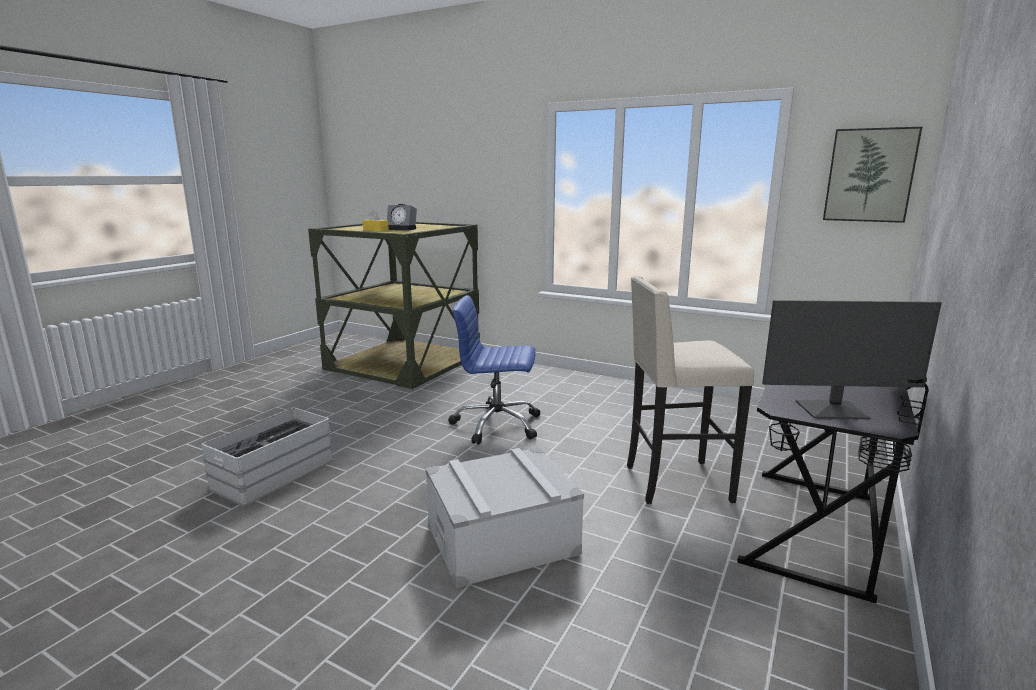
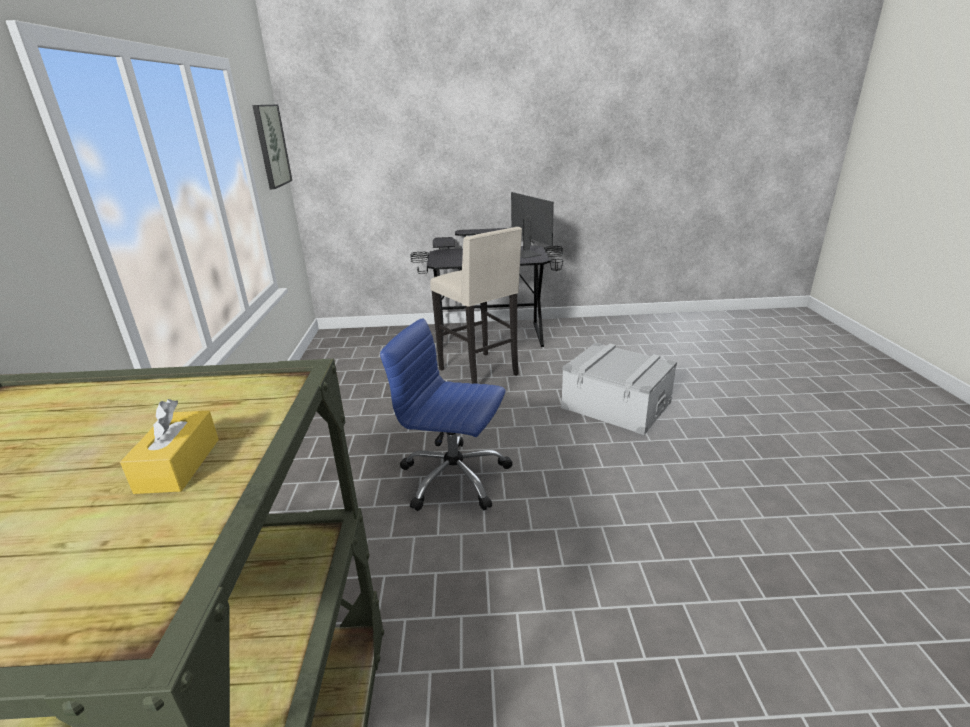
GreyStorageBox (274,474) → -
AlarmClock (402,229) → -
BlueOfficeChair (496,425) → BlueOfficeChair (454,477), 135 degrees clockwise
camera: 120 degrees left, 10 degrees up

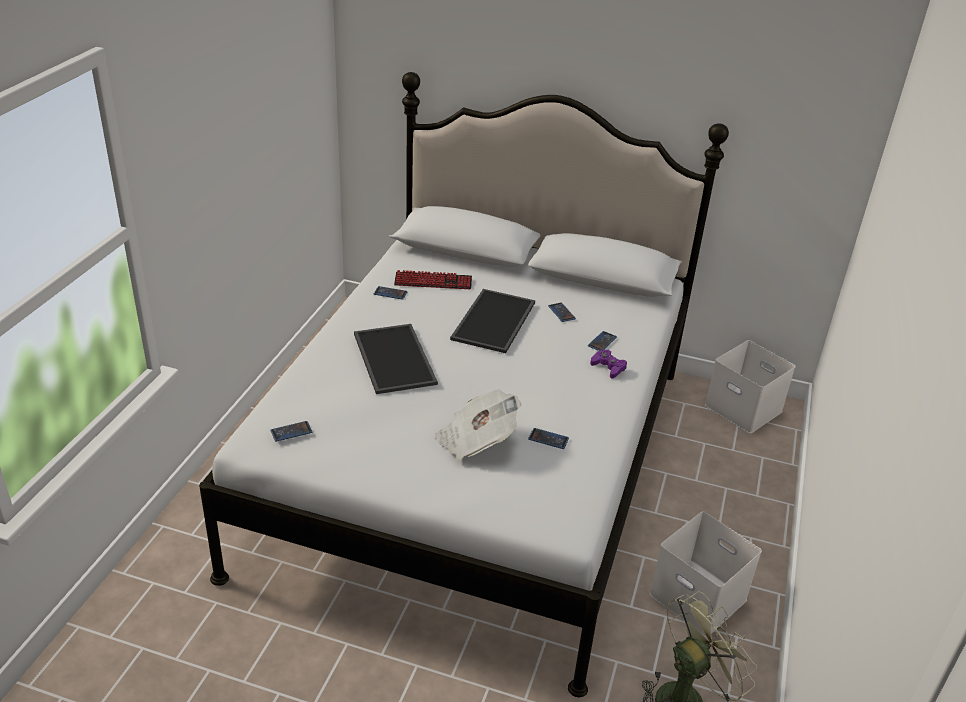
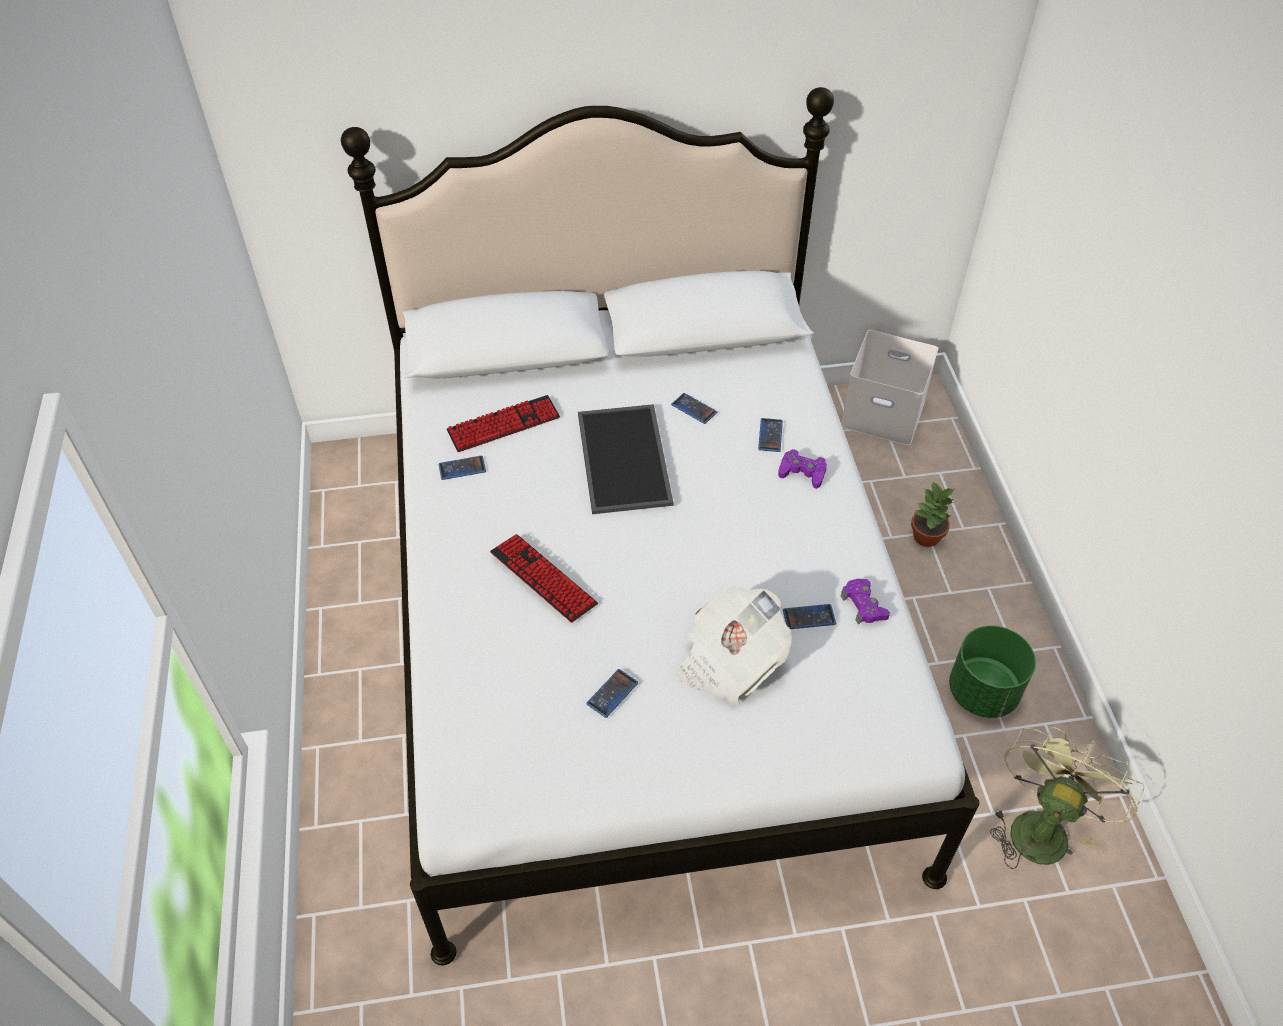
Phone (291,431) → Phone (612,693), moved
Tray (392,358) → Keyboard (543,579)
WhiteStorageBox (700,597) → GreenPlanter (983,692)
- → PurpleGameController (864,606)
- → PottedPlant (926,537)
camera: 25 degrees left, 15 degrees up

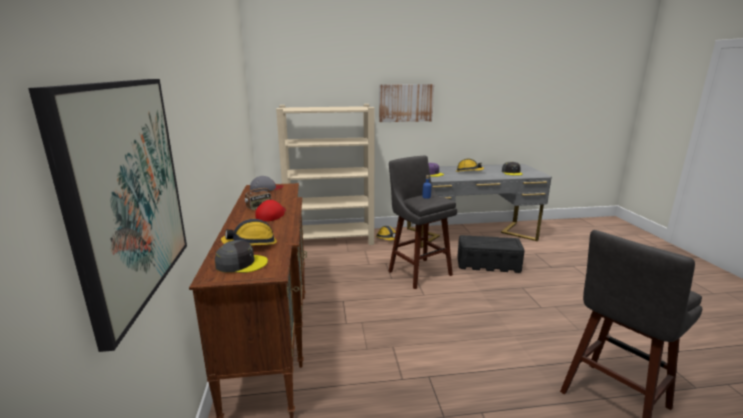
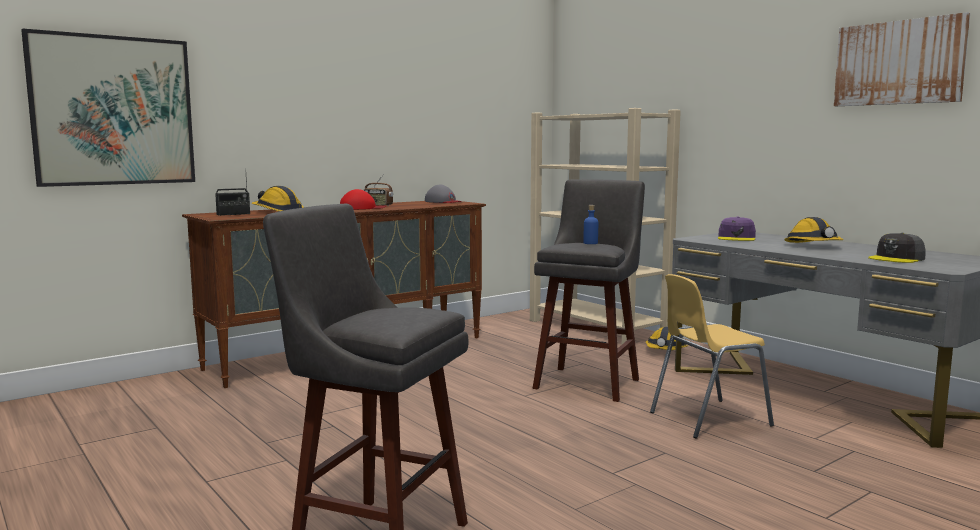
GreyCap (241,263) → Radio (233,214)
Picture (406,103) → Picture (898,63), moved
BlackStorageBox (487,264) → YellowChair (708,419)
camera: 60 degrees right, 10 degrees down

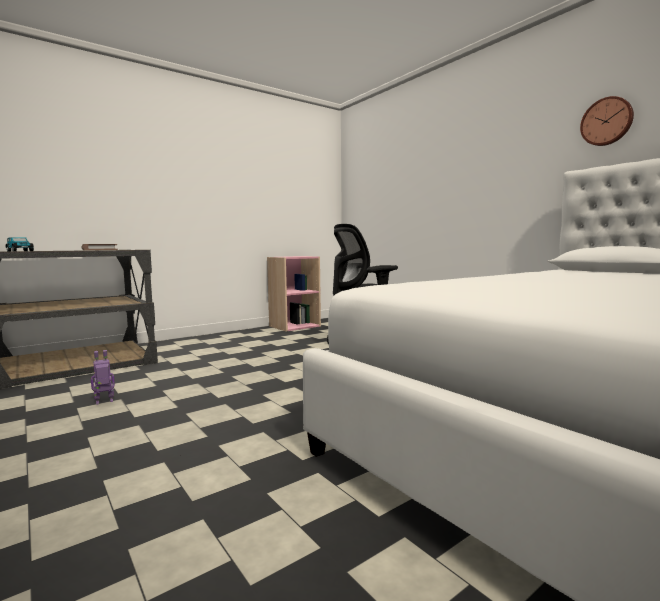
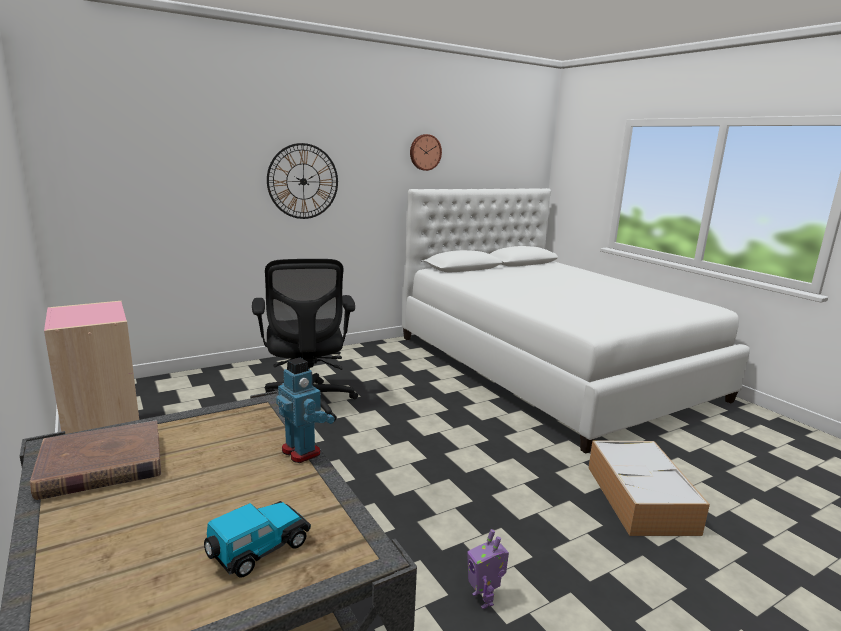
- → WallClock (303,181)
- → ToyRobot (302,451)
- → StorageBox (641,499)
camera: 85 degrees left, 10 degrees up

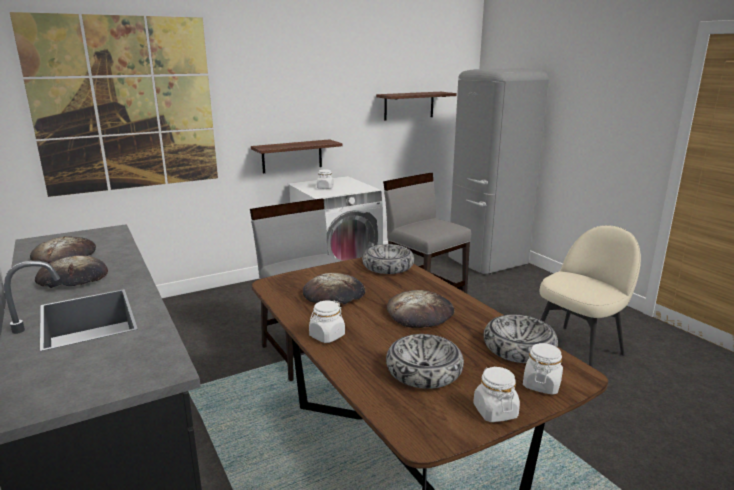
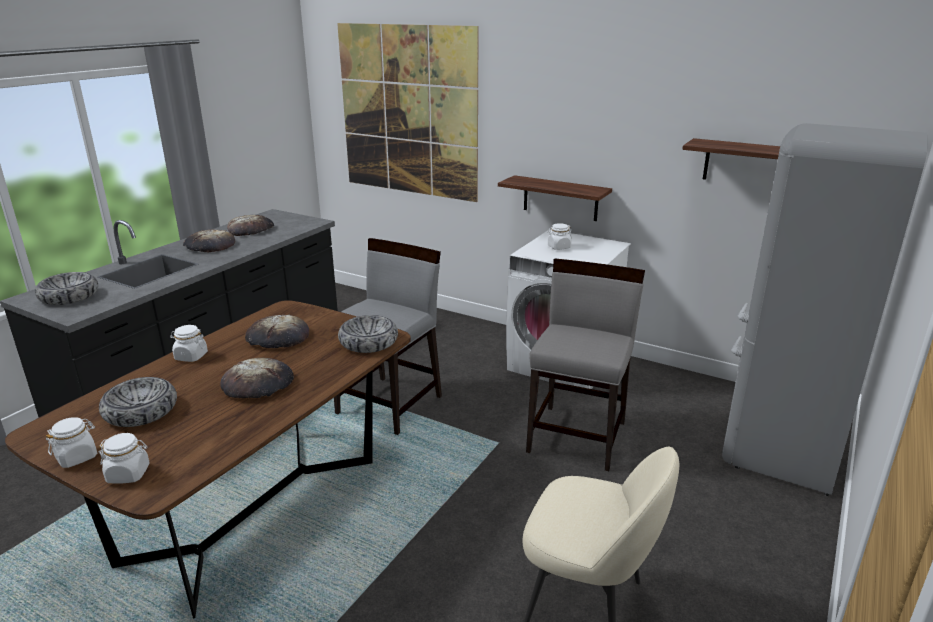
Bowl (518,348) → Bowl (69,296), moved
camera: 60 degrees right, 5 degrees up

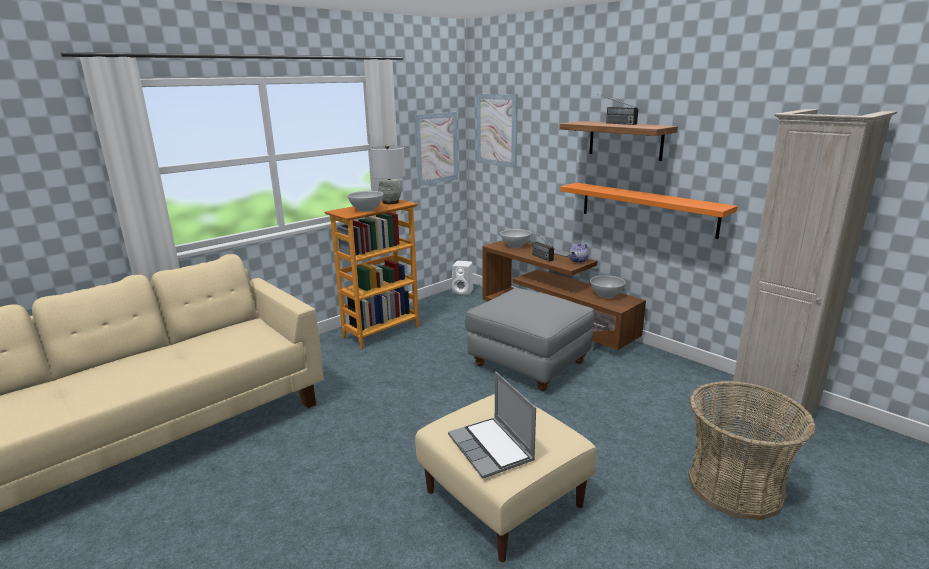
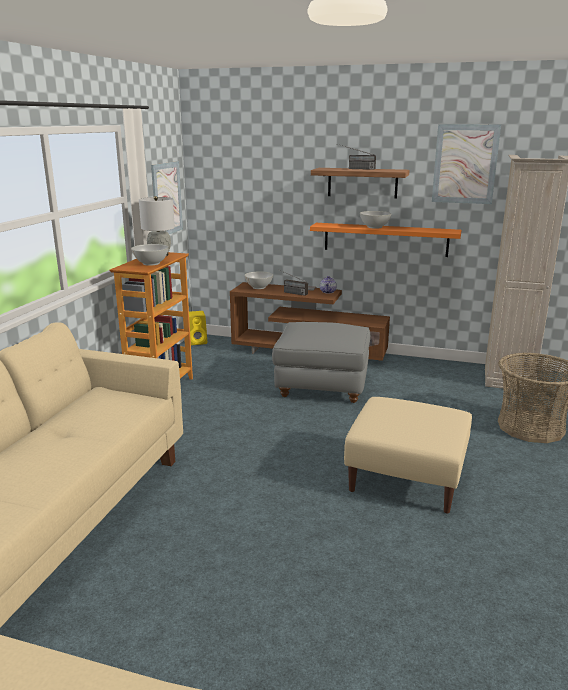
Laptop (492,448) → -
WhiteSpeaker (463,291) → YellowSpeaker (198,342)
Picture (497,130) → Picture (465,164), moved
WhiteBowl (606,295) → WhiteBowl (374,227), moved
camera: 30 degrees left, 0 degrees up

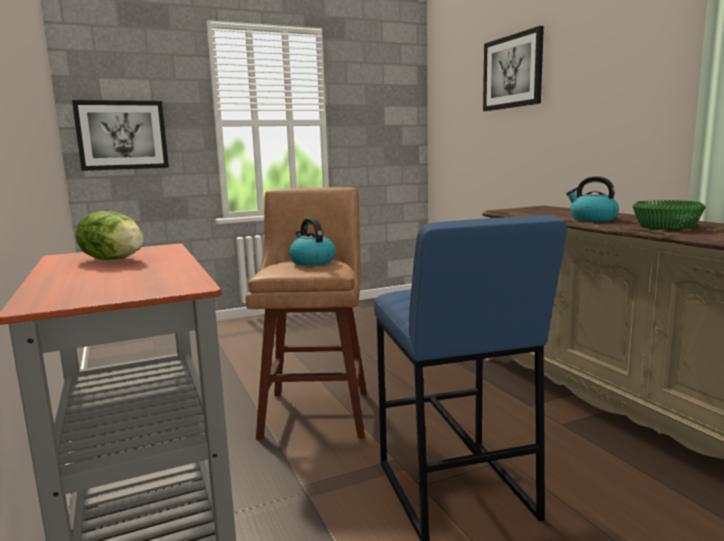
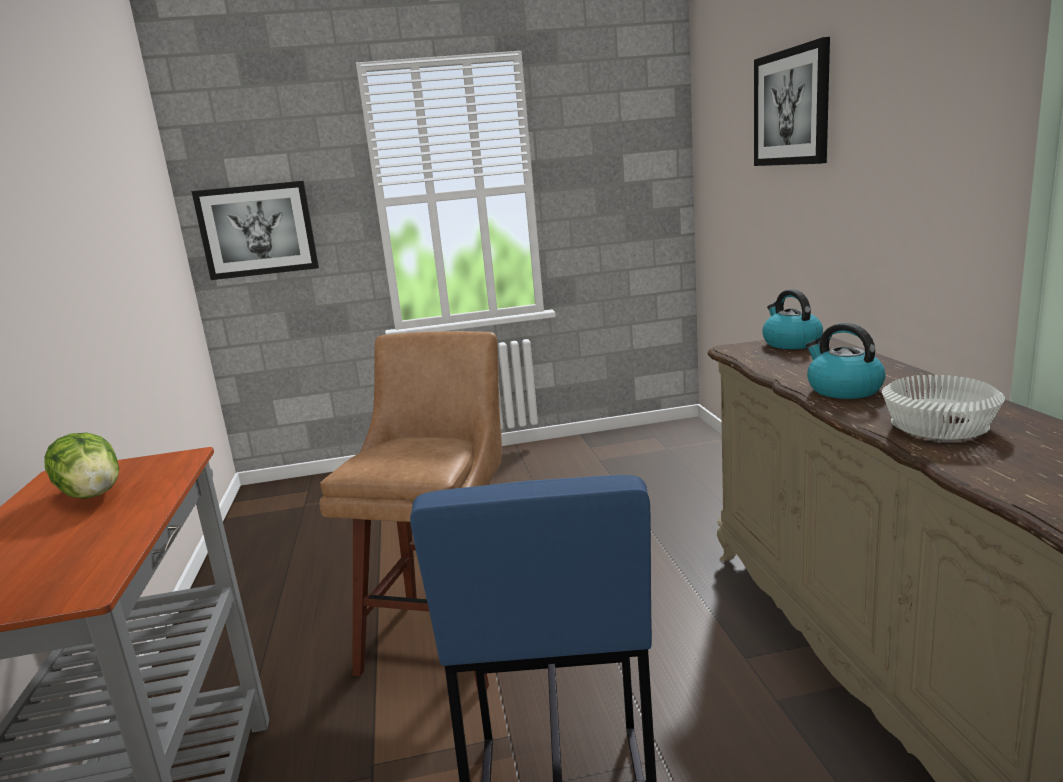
Kettle (312,262) → Kettle (790,343), moved
GreenBowl (666,226) → WhiteBowl (940,425)
camera: 15 degrees right, 5 degrees up

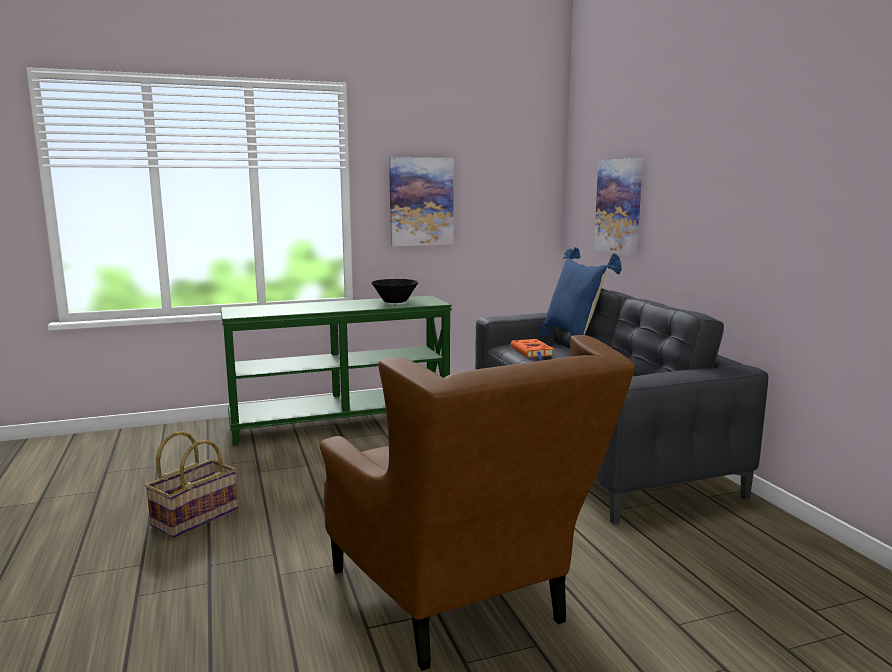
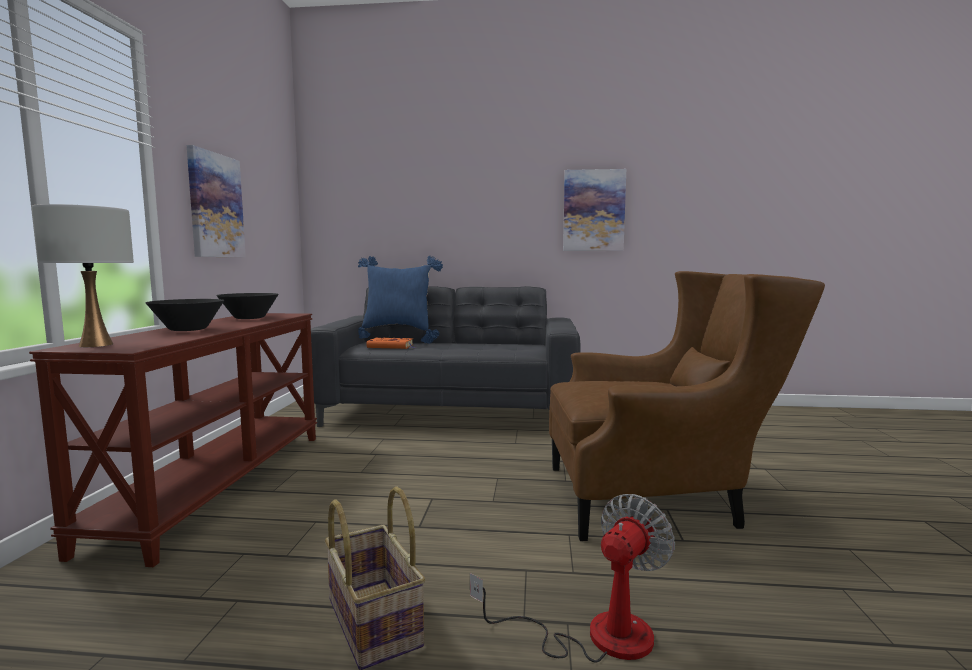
GreenConsoleTable (342,421) → BrownConsoleTable (219,484)
Picture (619,206) → Picture (593,211), moved
- → WhiteTableLamp (96,345)
- → BlackBowl (188,329)
- → Fan (596,635)
camera: 65 degrees left, 5 degrees down

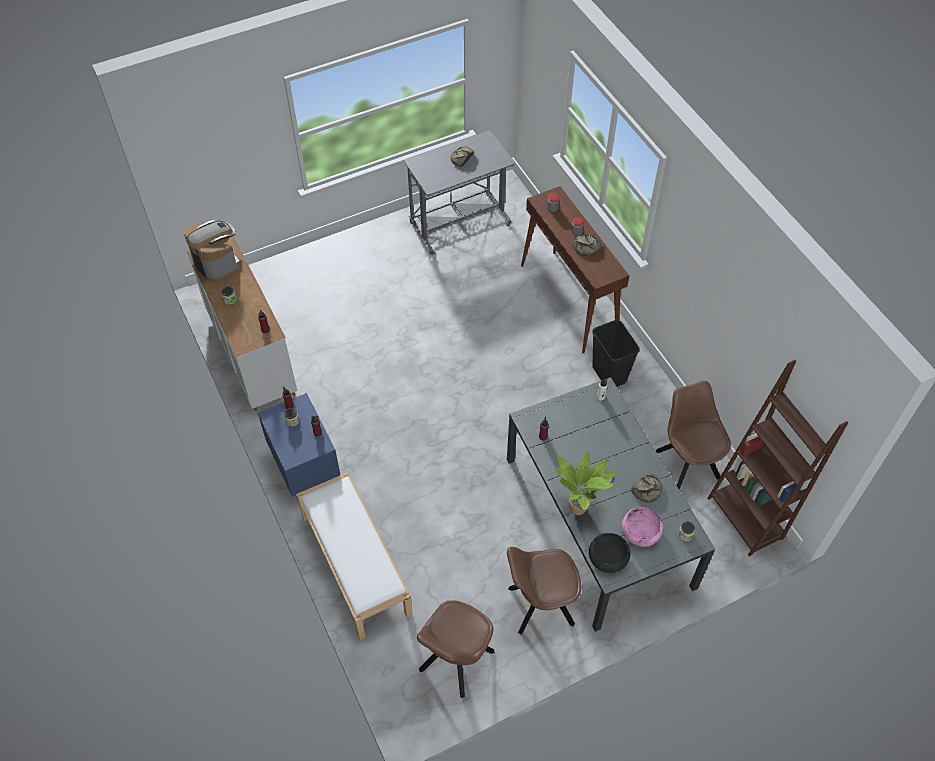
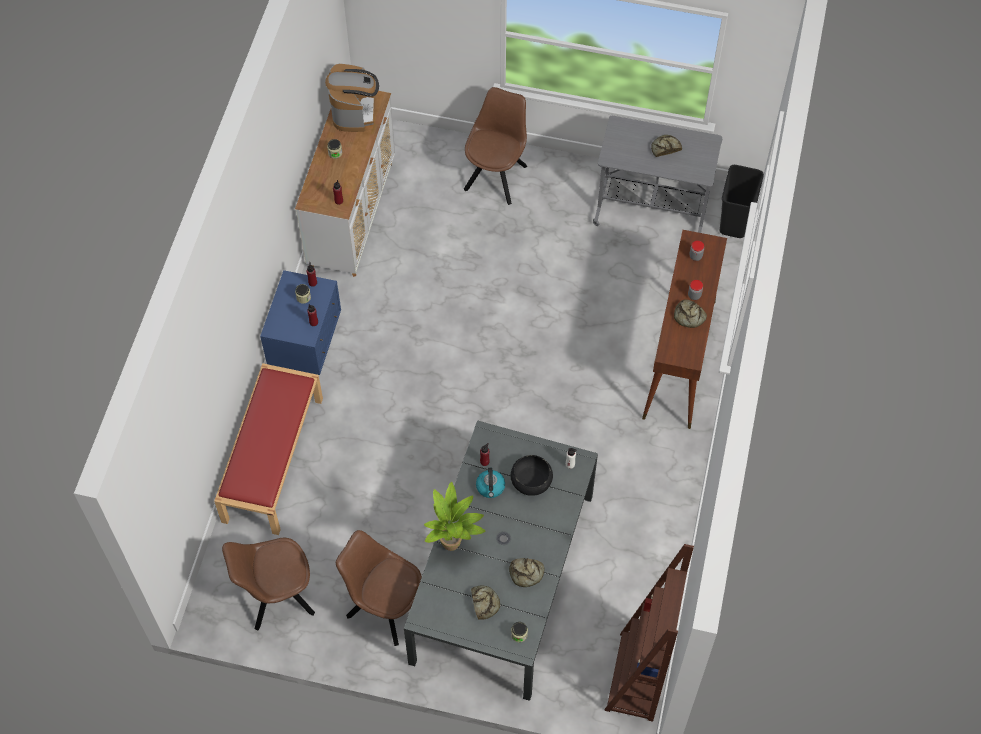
WhiteBench (354,563) → RedBench (272,458)
BlackBowl (608,557) → BlackBowl (531,480), moved
BlackTrashCan (610,374) → BlackTrashCan (735,223), moved
PinkBowl (640,531) → Bread (484,602)
BrownChair (686,464) → BrownChair (496,177), moved
- → Kettle (490,487)
camera: 40 degrees right, 5 degrees up

